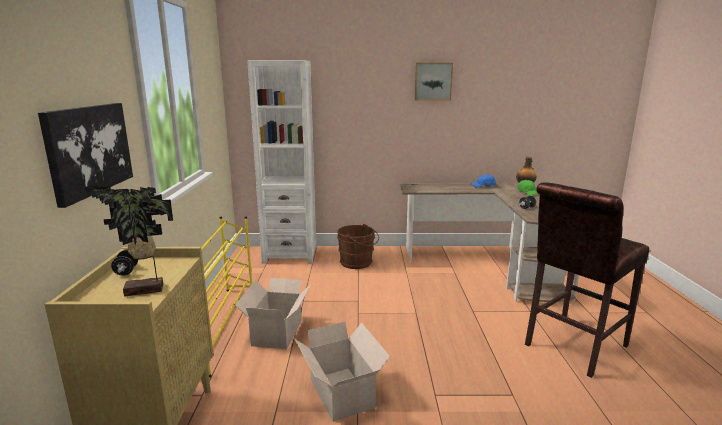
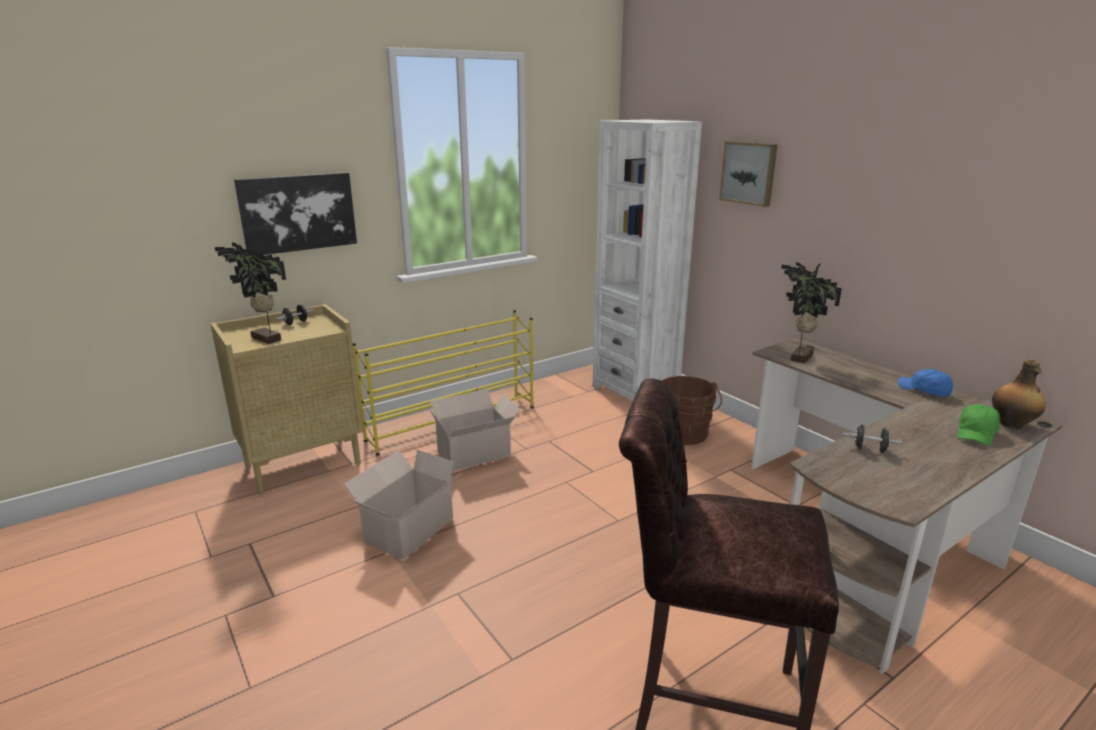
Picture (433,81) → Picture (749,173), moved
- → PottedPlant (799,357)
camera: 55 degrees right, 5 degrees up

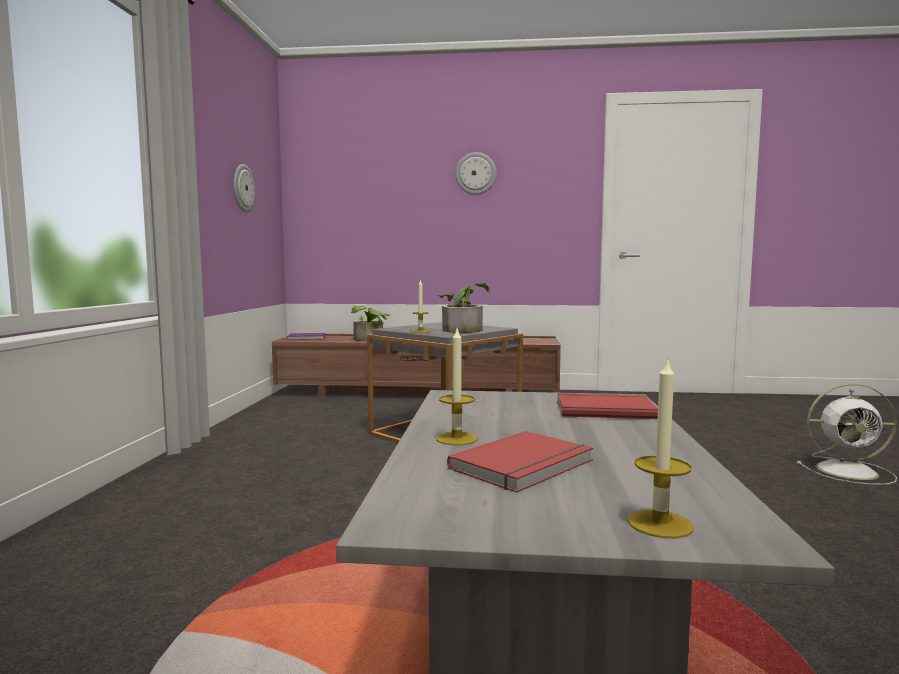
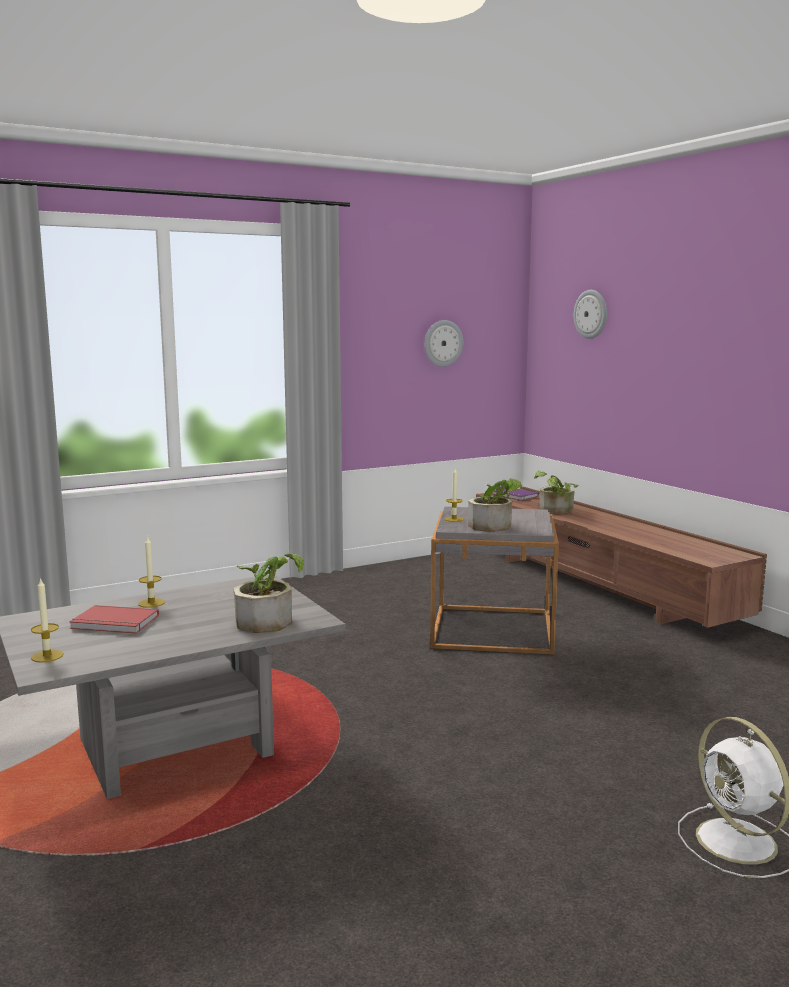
WallClock (475,173) → WallClock (591,314), moved
RedBook (603,409) → PottedPlant (268,619)
camera: 55 degrees right, 5 degrees up

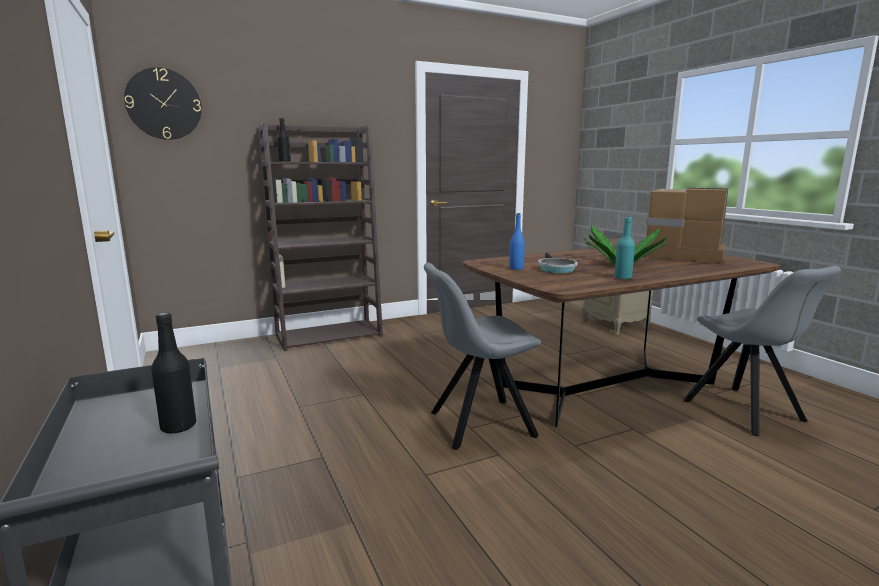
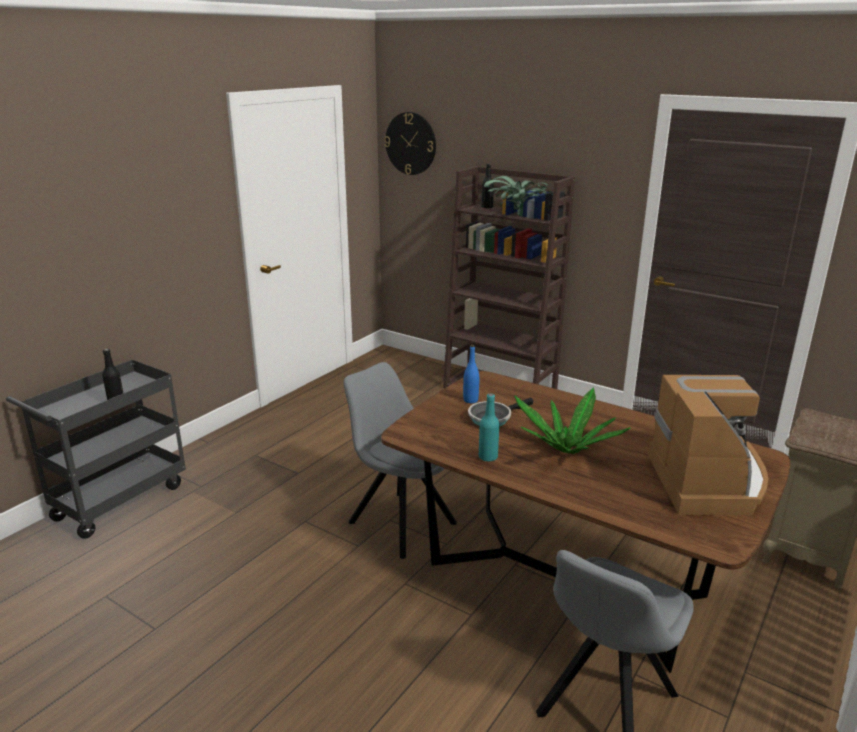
- → PottedPlant (517,215)
camera: 60 degrees right, 10 degrees up

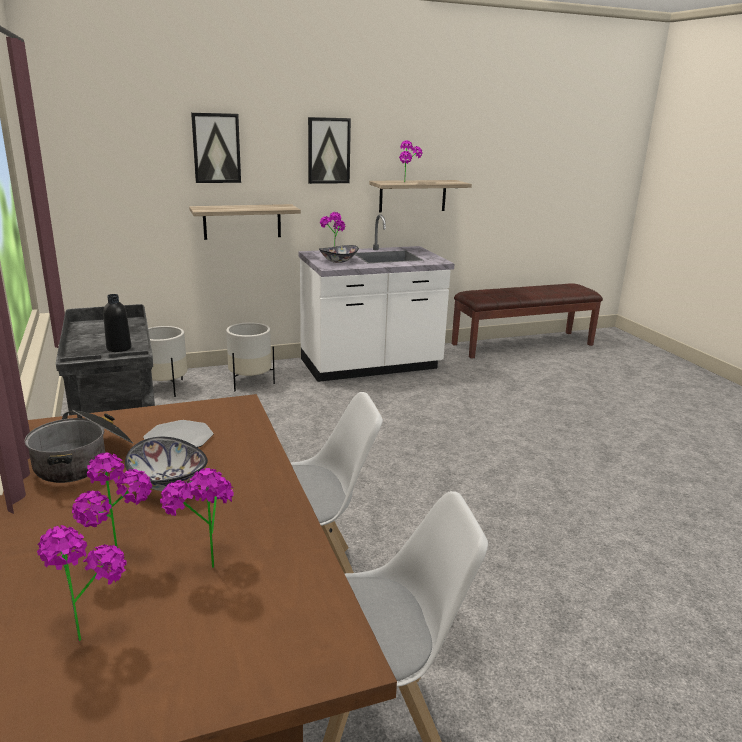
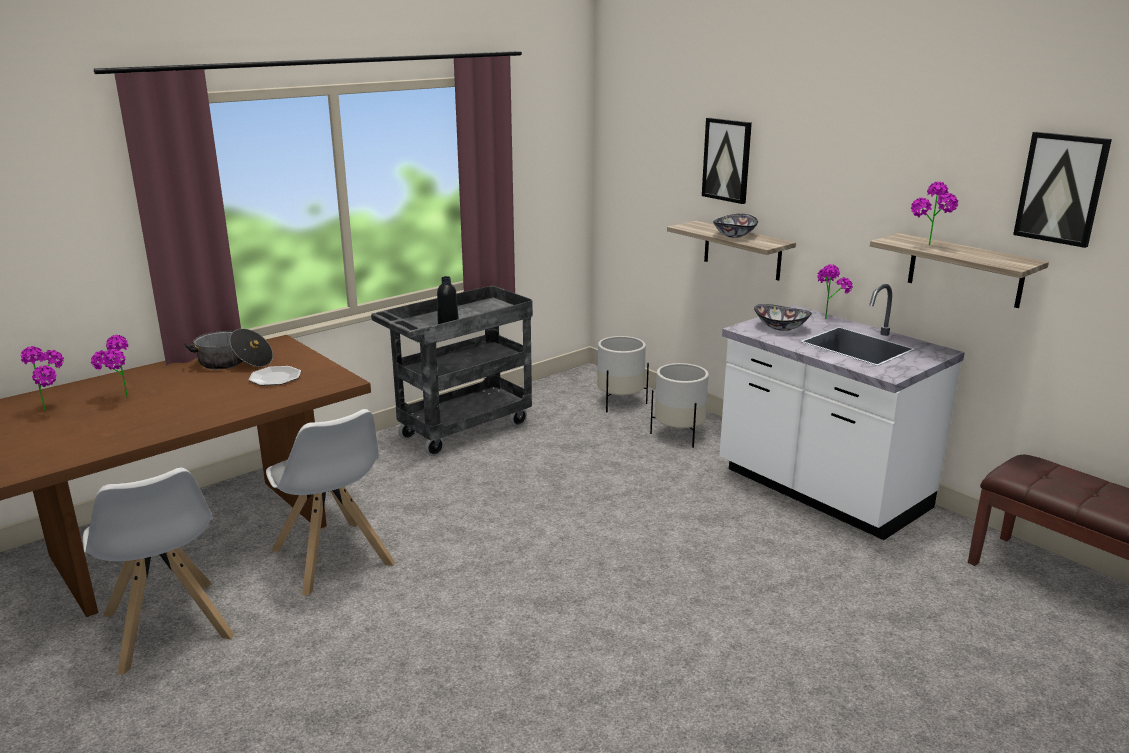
Bowl (167,482) → Bowl (734,235), moved
PottedPlant (204,561) → -
Picture (328,150) → Picture (1061,188), moved
camera: 70 degrees right, 0 degrees up

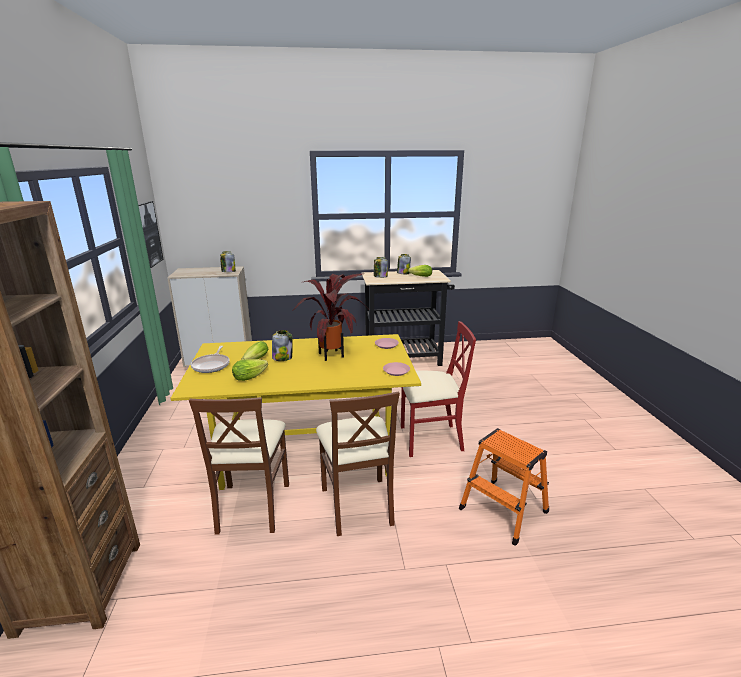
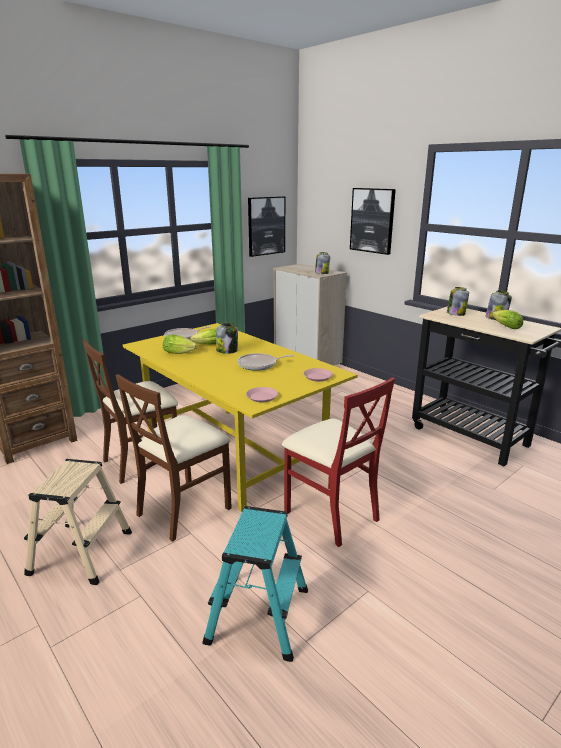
PottedPlant (334,355) → FryingPan (259,365)
OrangeStepLadder (504,510) → TurquoiseStepLadder (258,615)
- → BeigeStepLadder (81,552)
- → Picture (372,220)
camera: 55 degrees right, 0 degrees up

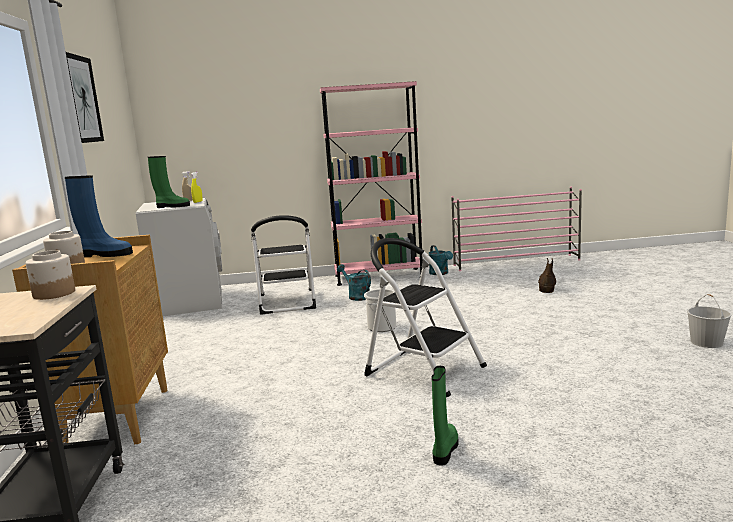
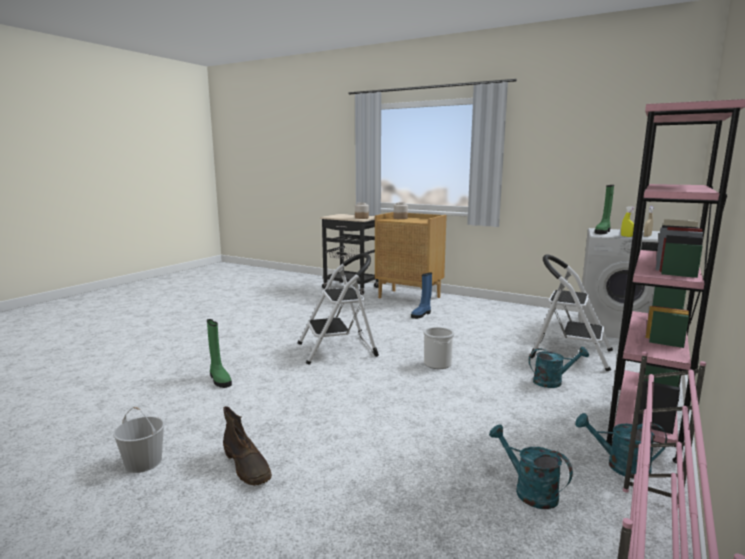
BlueBoot (105,255) → BlueBoot (421,315), moved
Picture (81,99) → -
GreenBoot (444,449) → GreenBoot (219,380), moved
BrownBoot (547,286) → BrownBoot (247,466), moved
- → TurquoiseWateringCan (529,491)
camera: 125 degrees right, 0 degrees up

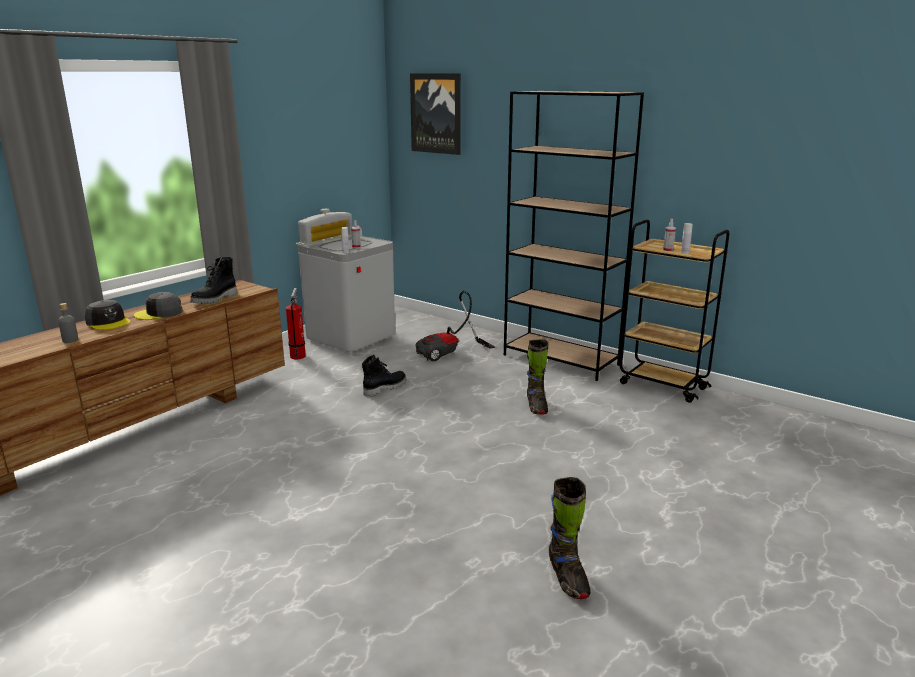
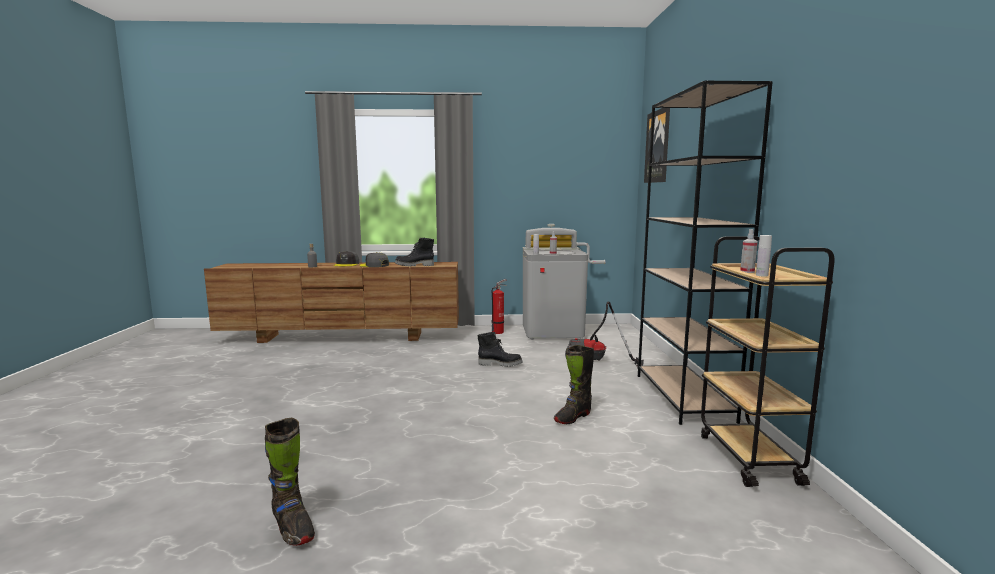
BlackBoot (567,578) → BlackBoot (292,528), 75 degrees counterclockwise
camera: 50 degrees right, 10 degrees down

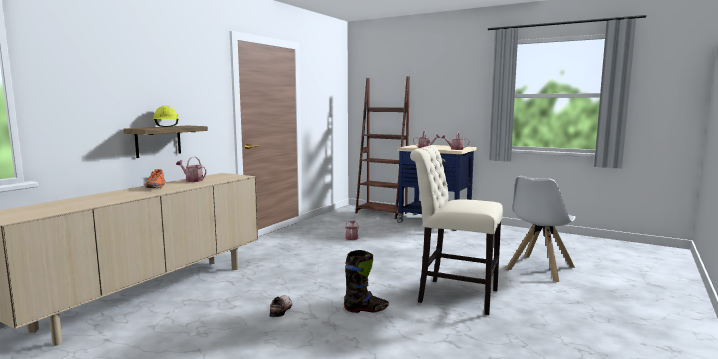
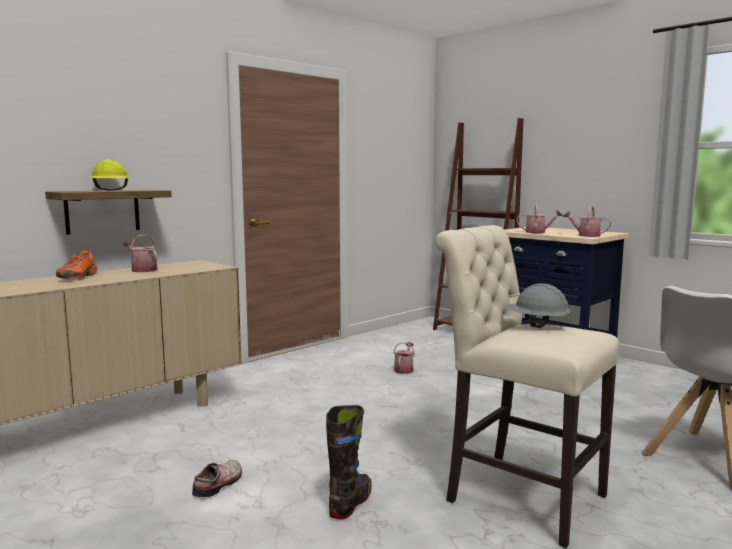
BlackBoot (366,309) → BlackBoot (351,503), 75 degrees counterclockwise
- → GreyHardHat (536,326)
camera: 15 degrees right, 0 degrees up

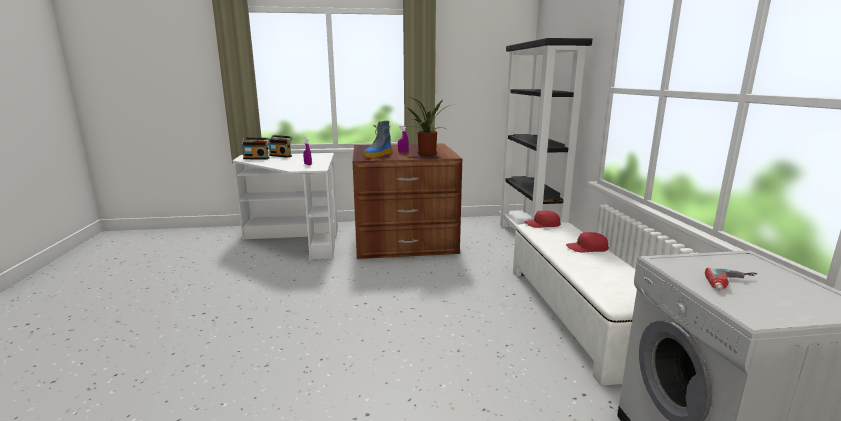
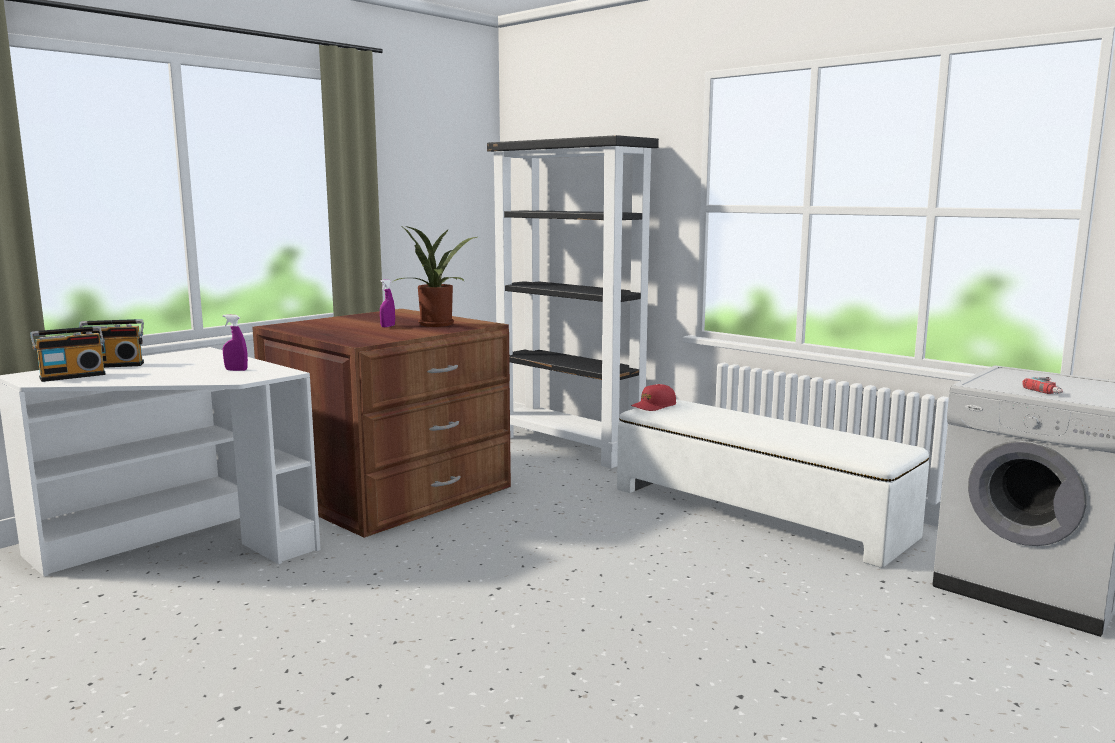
Boot (378,155) → -
RedCap (587,248) → -
camera: 40 degrees left, 5 degrees down

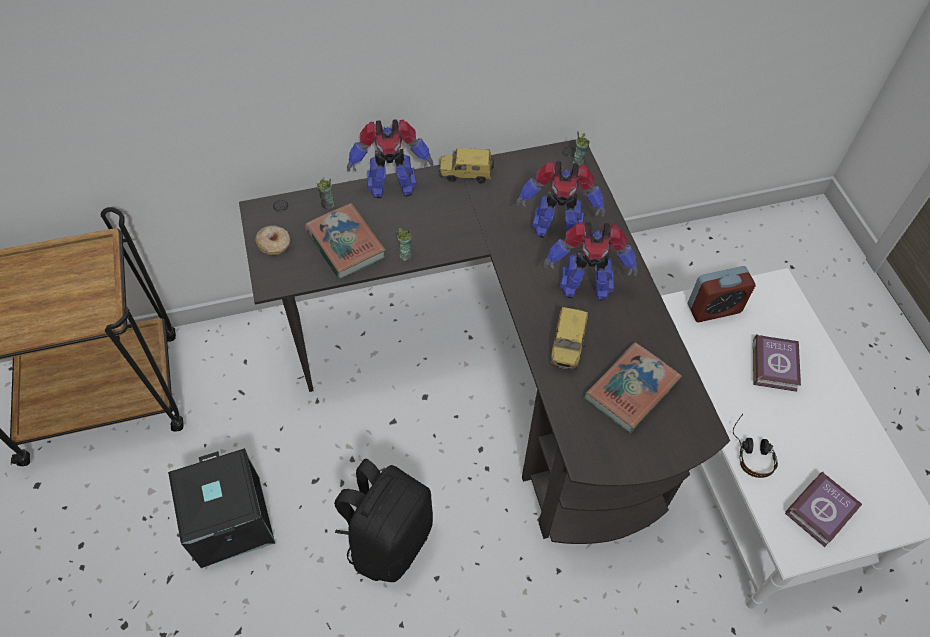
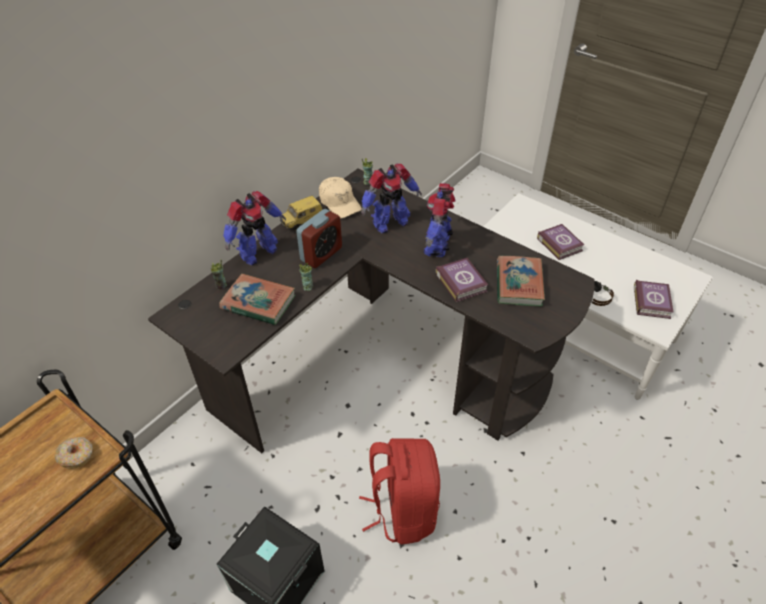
Donut (274,244) → Donut (77,455), moved
BlackBackpack (389,539) → RedBackpack (402,510)
ToyRobot (584,286) → ToyRobot (438,245), 135 degrees clockwise
ToyCar (568,347) → Book (461,282)
AlarmClock (713,309) → AlarmClock (321,254), moved
- → BeigeCap (339,203)
camera: 35 degrees left, 10 degrees down

